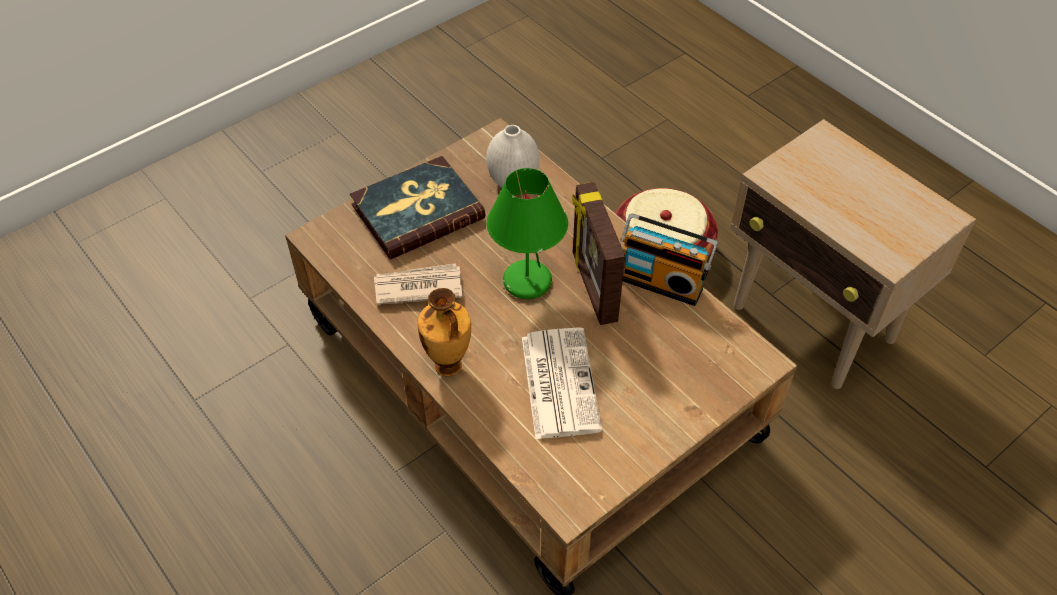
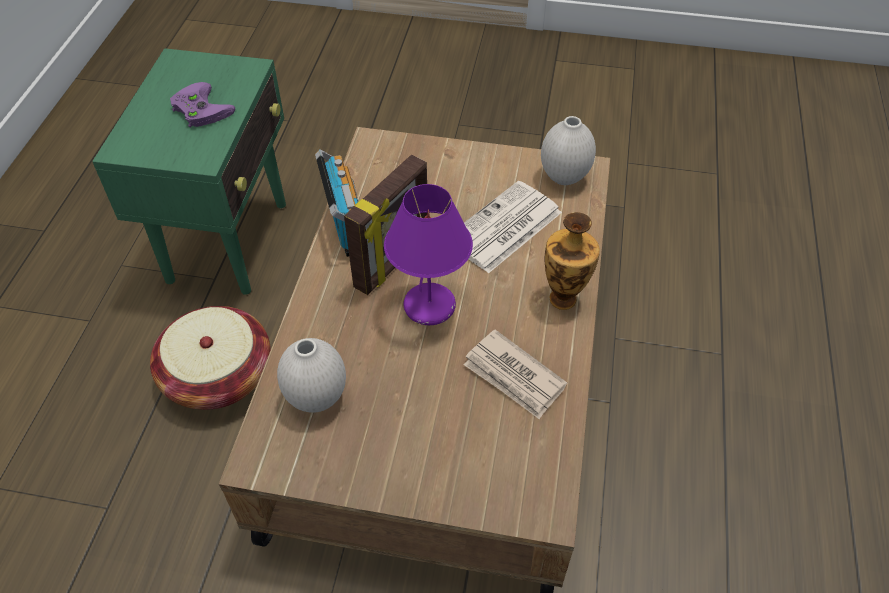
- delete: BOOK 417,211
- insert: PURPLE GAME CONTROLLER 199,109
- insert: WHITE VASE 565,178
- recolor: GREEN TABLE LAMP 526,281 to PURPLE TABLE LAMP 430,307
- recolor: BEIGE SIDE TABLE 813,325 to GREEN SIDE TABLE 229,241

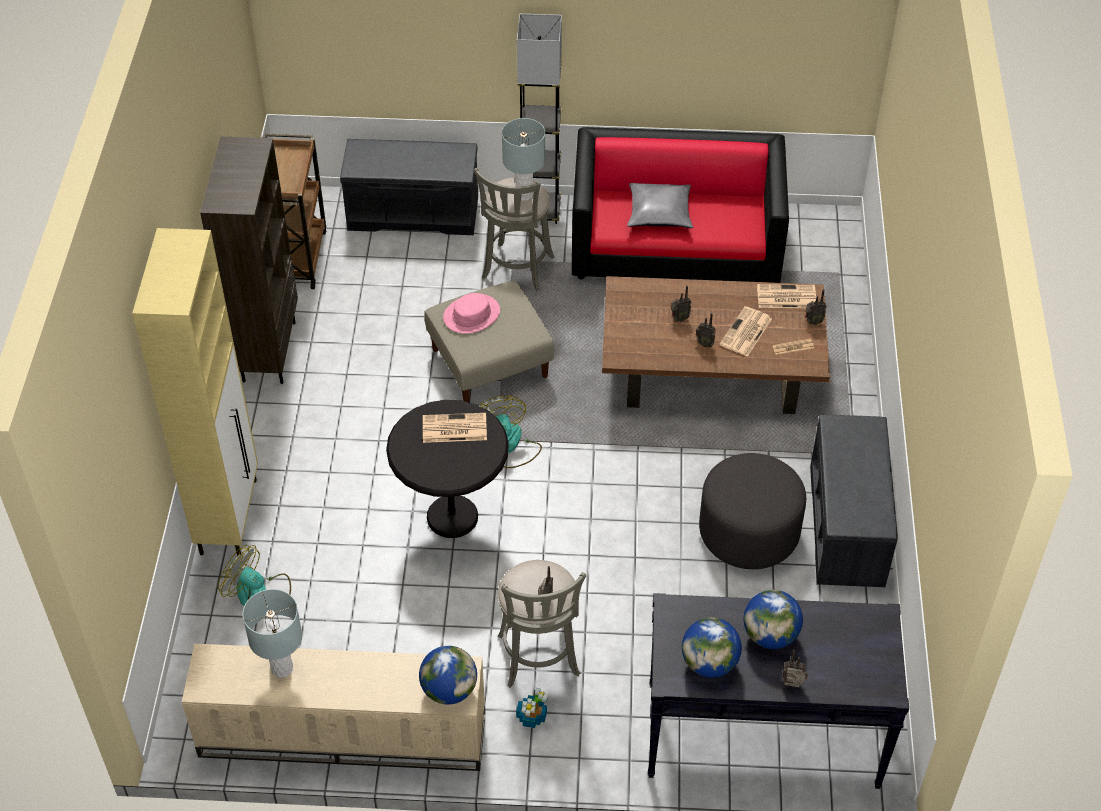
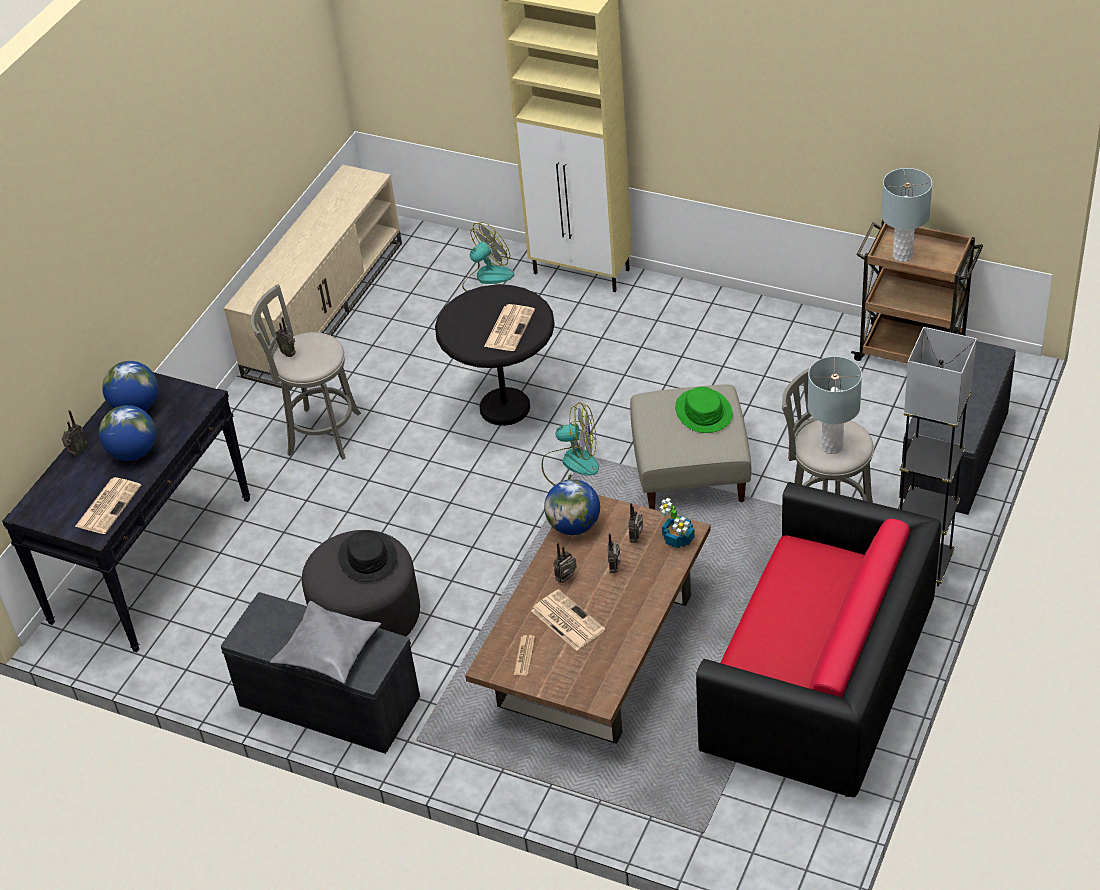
- delete: BROWN BOOKCASE 268,351
- insert: BLACK HAT 368,557
- move: GREY TABLE LAMP 281,668 to 902,255
- move: GLOBE 449,690 to 574,526
- move: POTTED PLANT 532,716 to 678,539
- move: GREY PILLOW 660,213 to 328,651
- move: NEWSPAPER 785,297 to 108,505
- move: RADIO 813,321 to 637,538
- recolor: PINK HAT 471,314 to GREEN HAT 704,412

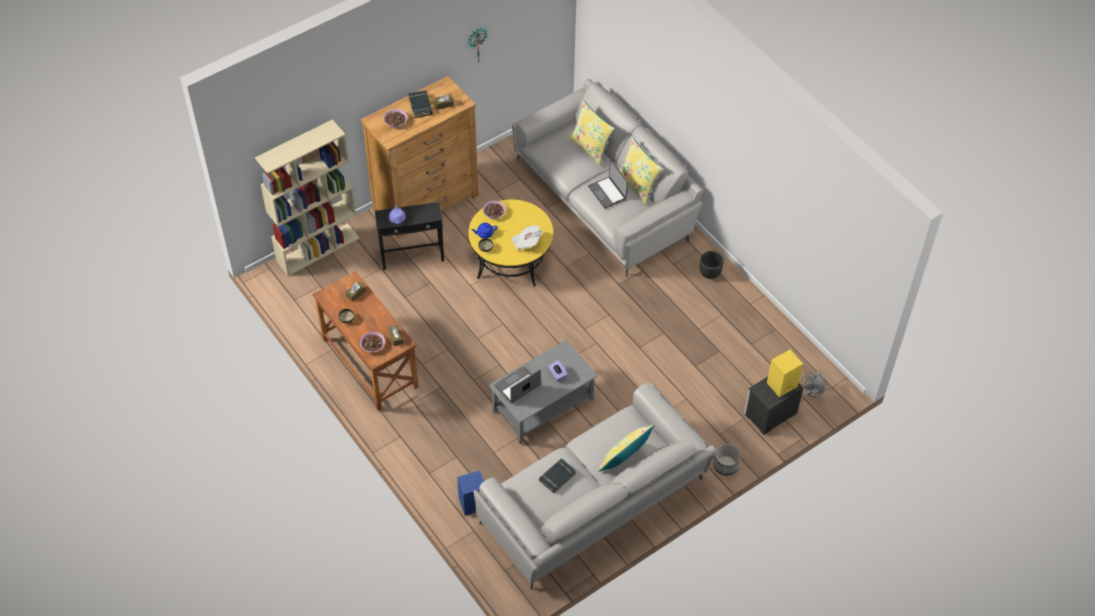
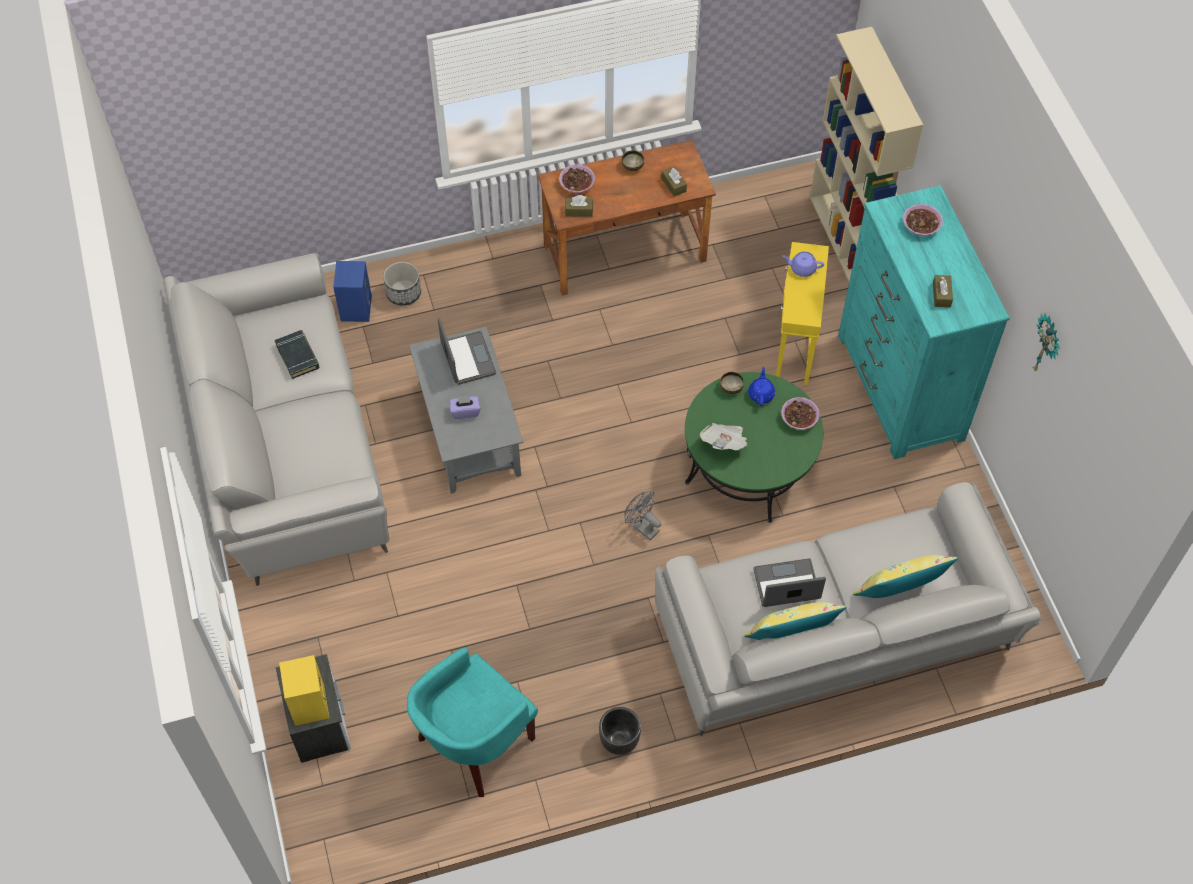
- delete: BLACK BOOK 420,106
- delete: YELLOW PILLOW 624,461
- insert: TURQUOISE ARMCHAIR 474,743
- move: PLANTER 725,465 to 403,293
- move: GREY FAN 813,392 to 642,527
- recolor: BROWN DRESSER 426,202 to TURQUOISE DRESSER 899,388
- recolor: BLACK SIDE TABLE 412,257 to YELLOW SIDE TABLE 794,344
- recolor: YELLOW COFFEE TABLE 511,259 to GREEN COFFEE TABLE 748,467

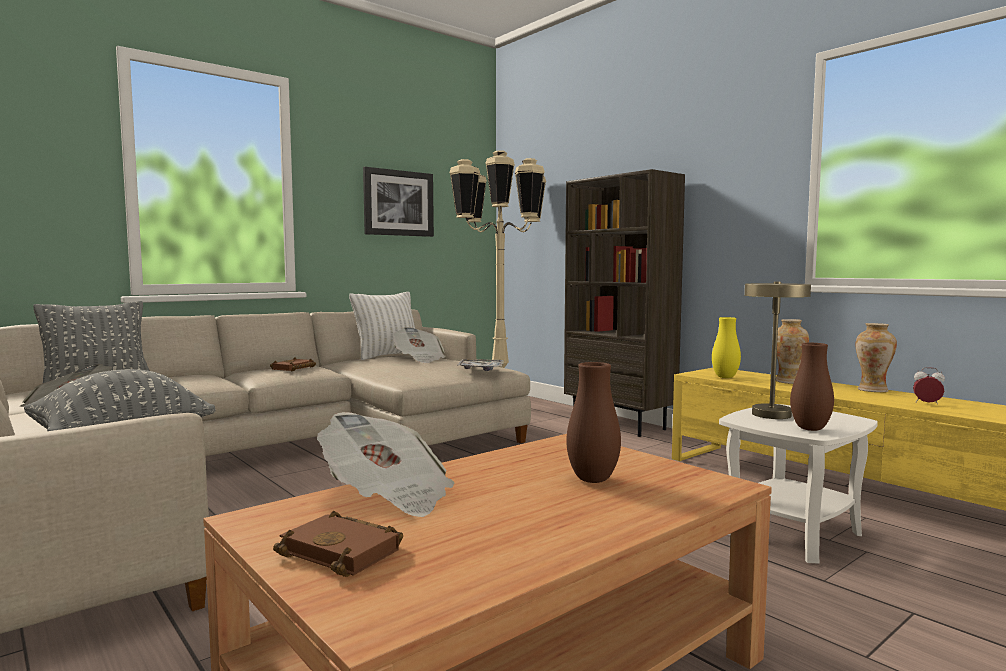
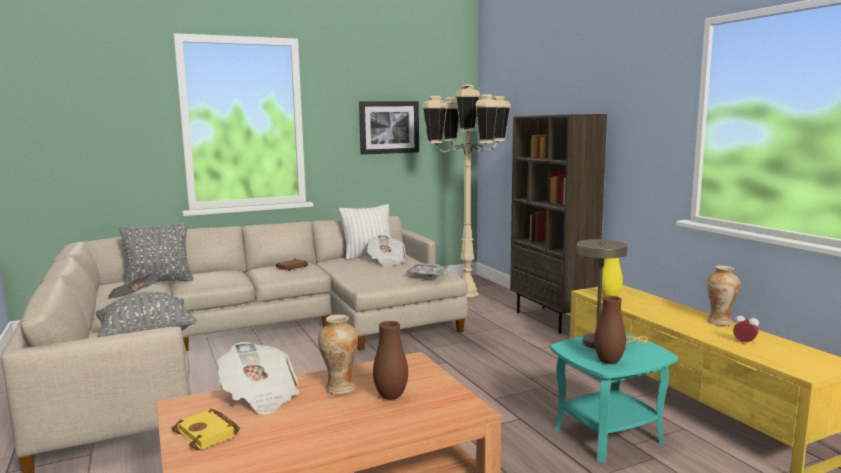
- move: VASE 788,381 to 340,388
- recolor: BROWN BOOK 345,552 to YELLOW BOOK 209,434
- recolor: WHITE SIDE TABLE 792,533 to TURQUOISE SIDE TABLE 608,435

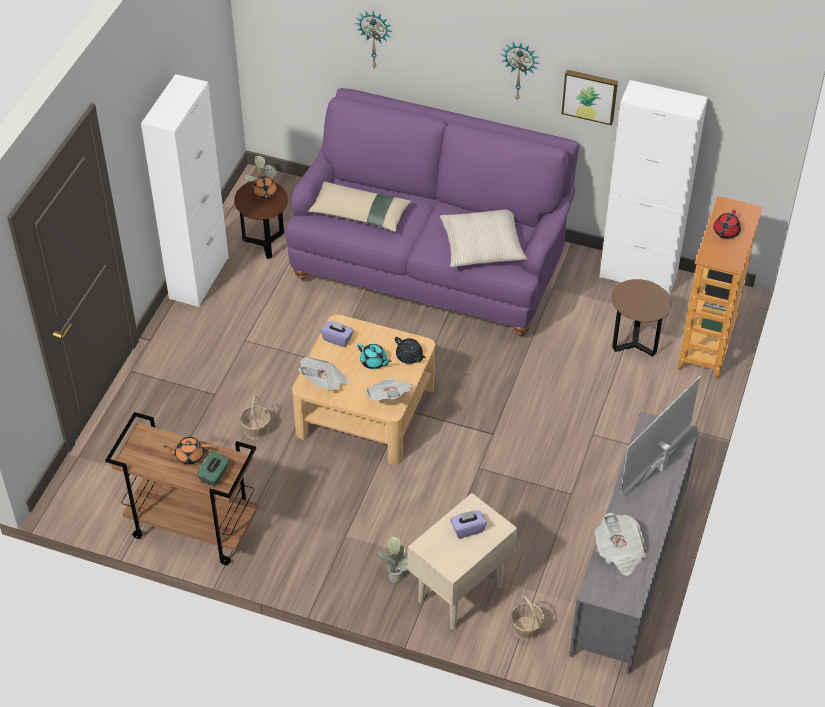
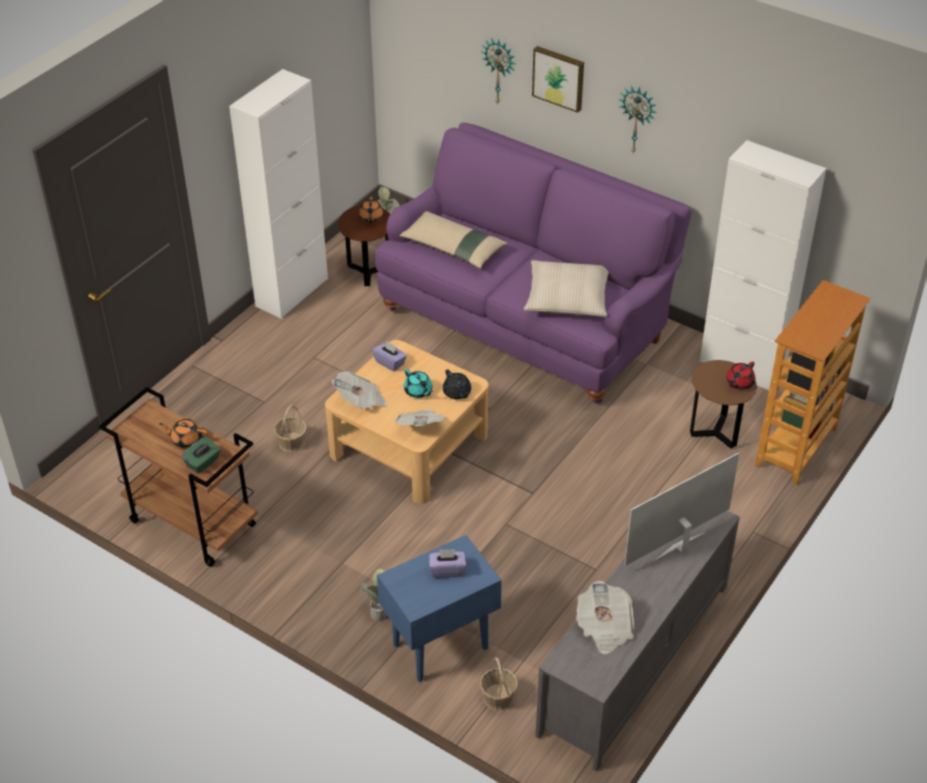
- move: PICTURE 590,95 to 559,77
- move: RED TEAPOT 725,232 to 739,383
- recolor: BEIGE SIDE TABLE 459,594 to BLUE SIDE TABLE 439,646

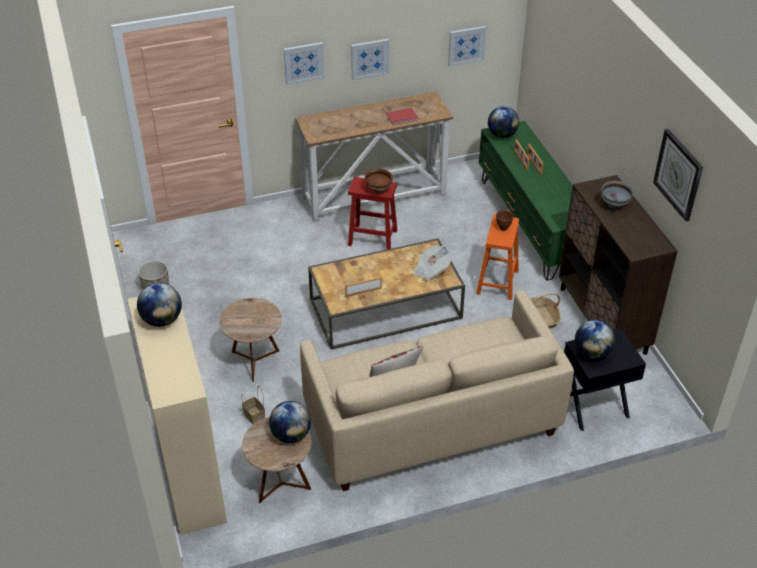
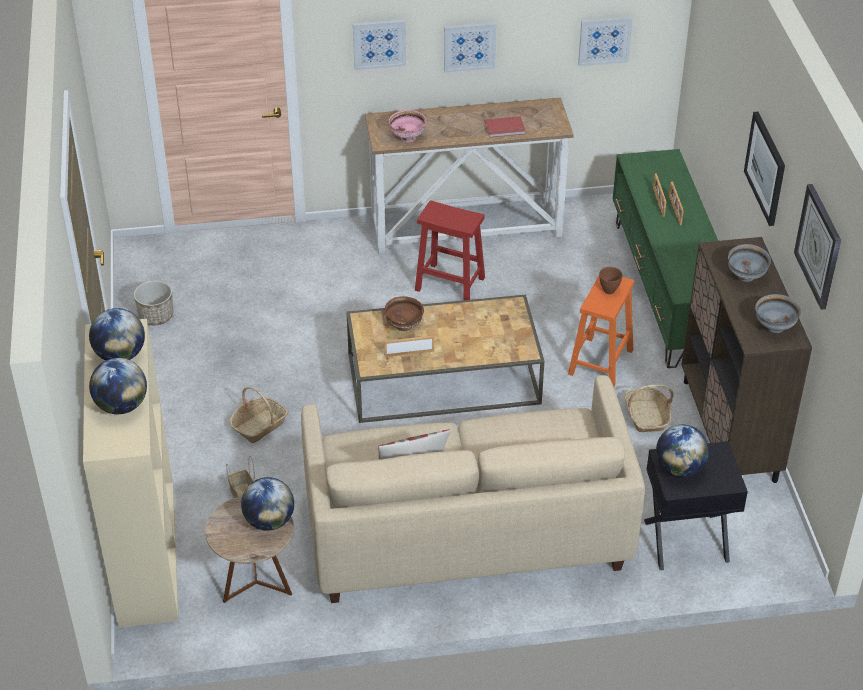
- delete: NEWSPAPER 430,270
- insert: PINK BOWL 407,138
- insert: PICTURE 766,168
- insert: GREY BOWL 774,327
- move: BROWN BOWL 378,189 to 404,326
- move: GLOBE 502,135 to 121,406
- replace: BROWN SIDE TABLE 255,361 to BASKET 259,425

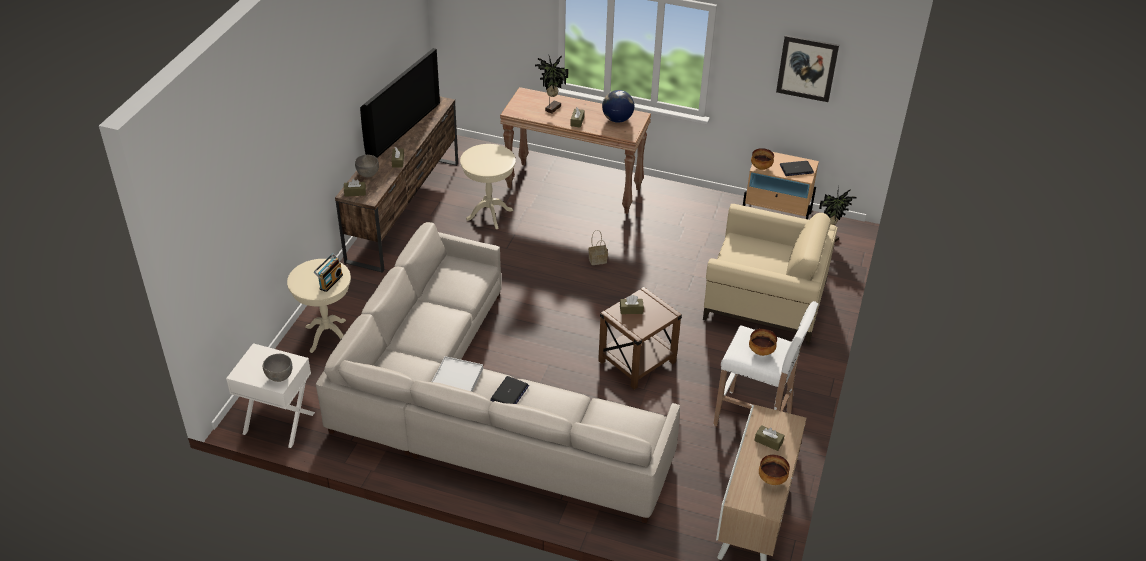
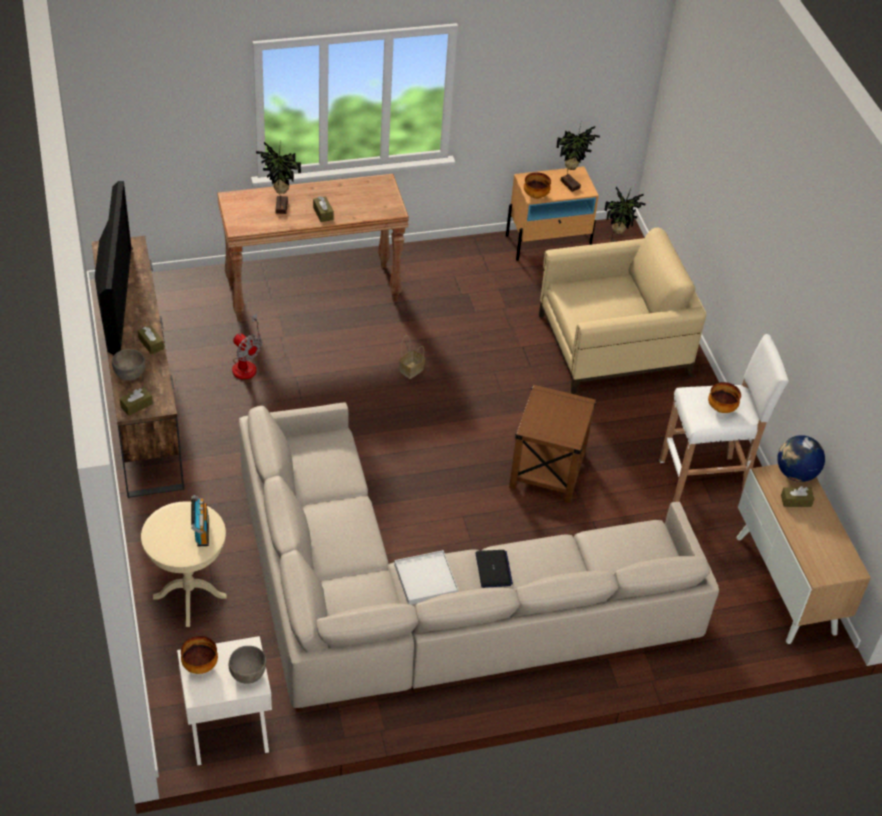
- delete: BROWN TISSUE BOX 631,310
- delete: PICTURE 807,68
- move: GLOBE 617,119 to 795,473
- move: BOWL 772,479 to 200,665
- replace: BEIGE SIDE TABLE 489,214 to FAN 246,364
- replace: LAPTOP 796,169 to POTTED PLANT 571,184

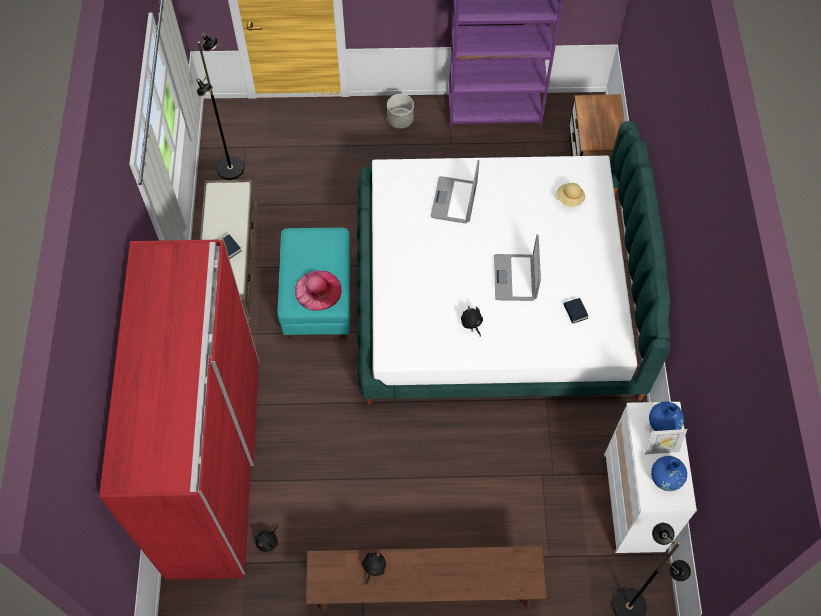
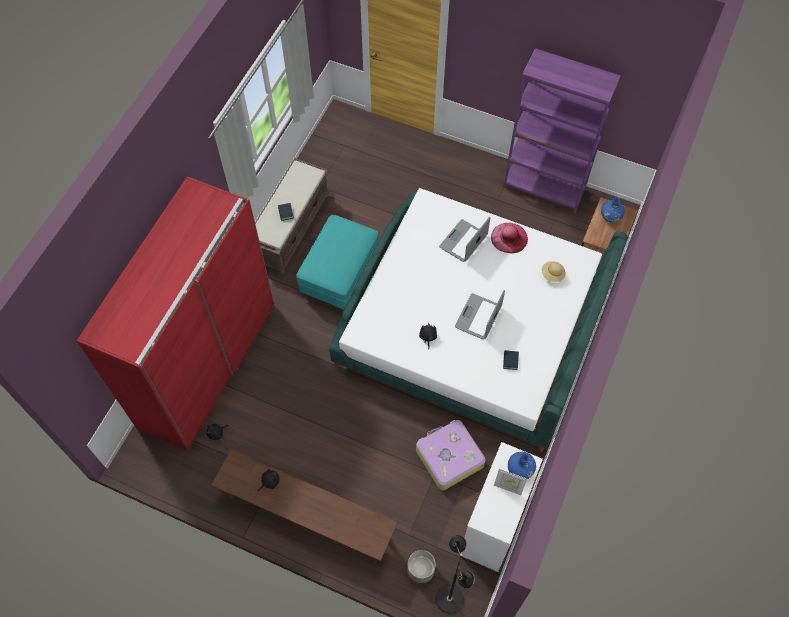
- delete: BLACK FLOOR LAMP 231,168
- insert: SUITCASE 448,457
- move: PINK HAT 318,290 to 509,237
- move: GREY PLANTER 400,120 to 421,570
- move: BLUE VASE 665,478 to 610,216

